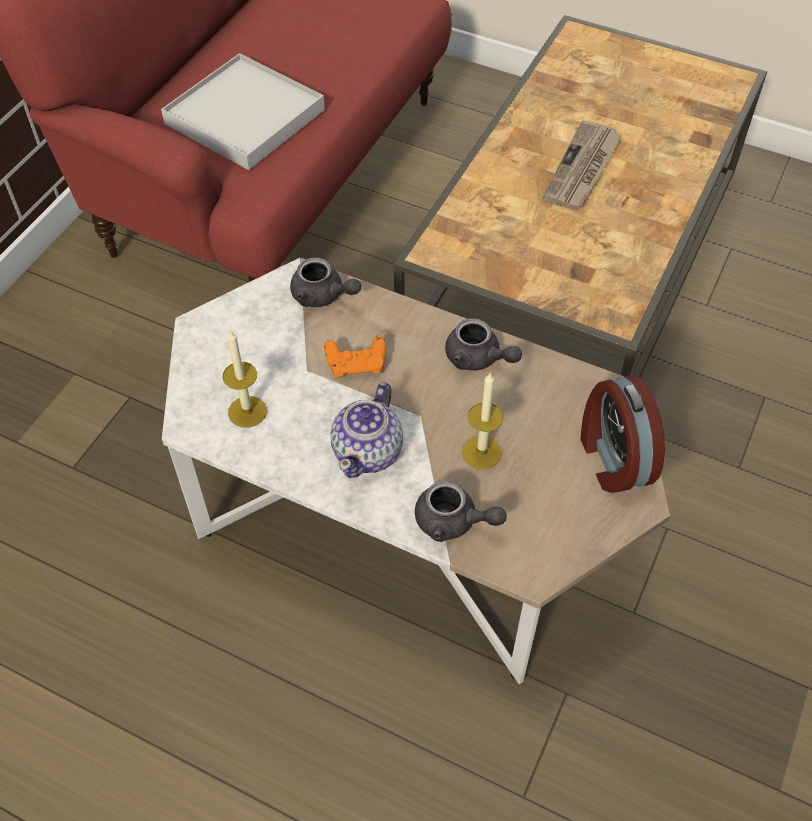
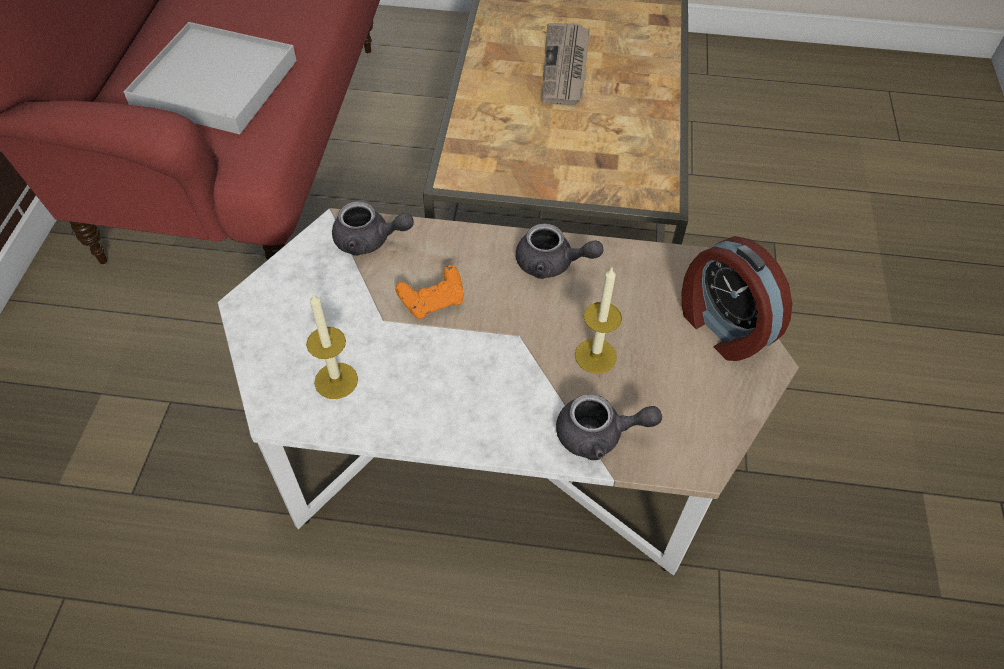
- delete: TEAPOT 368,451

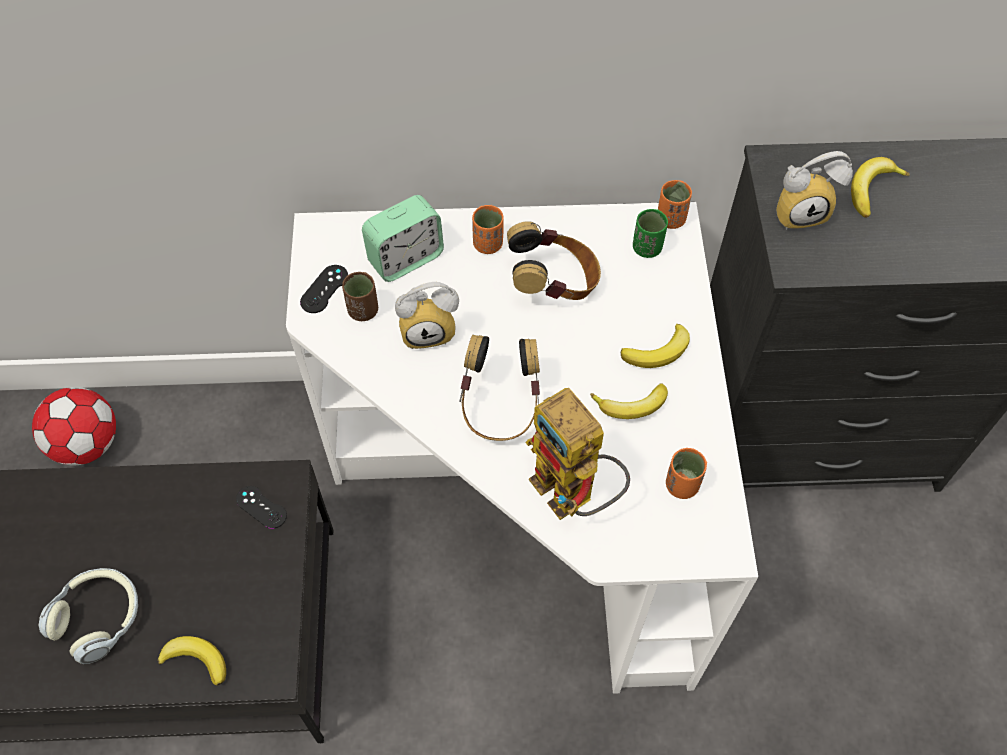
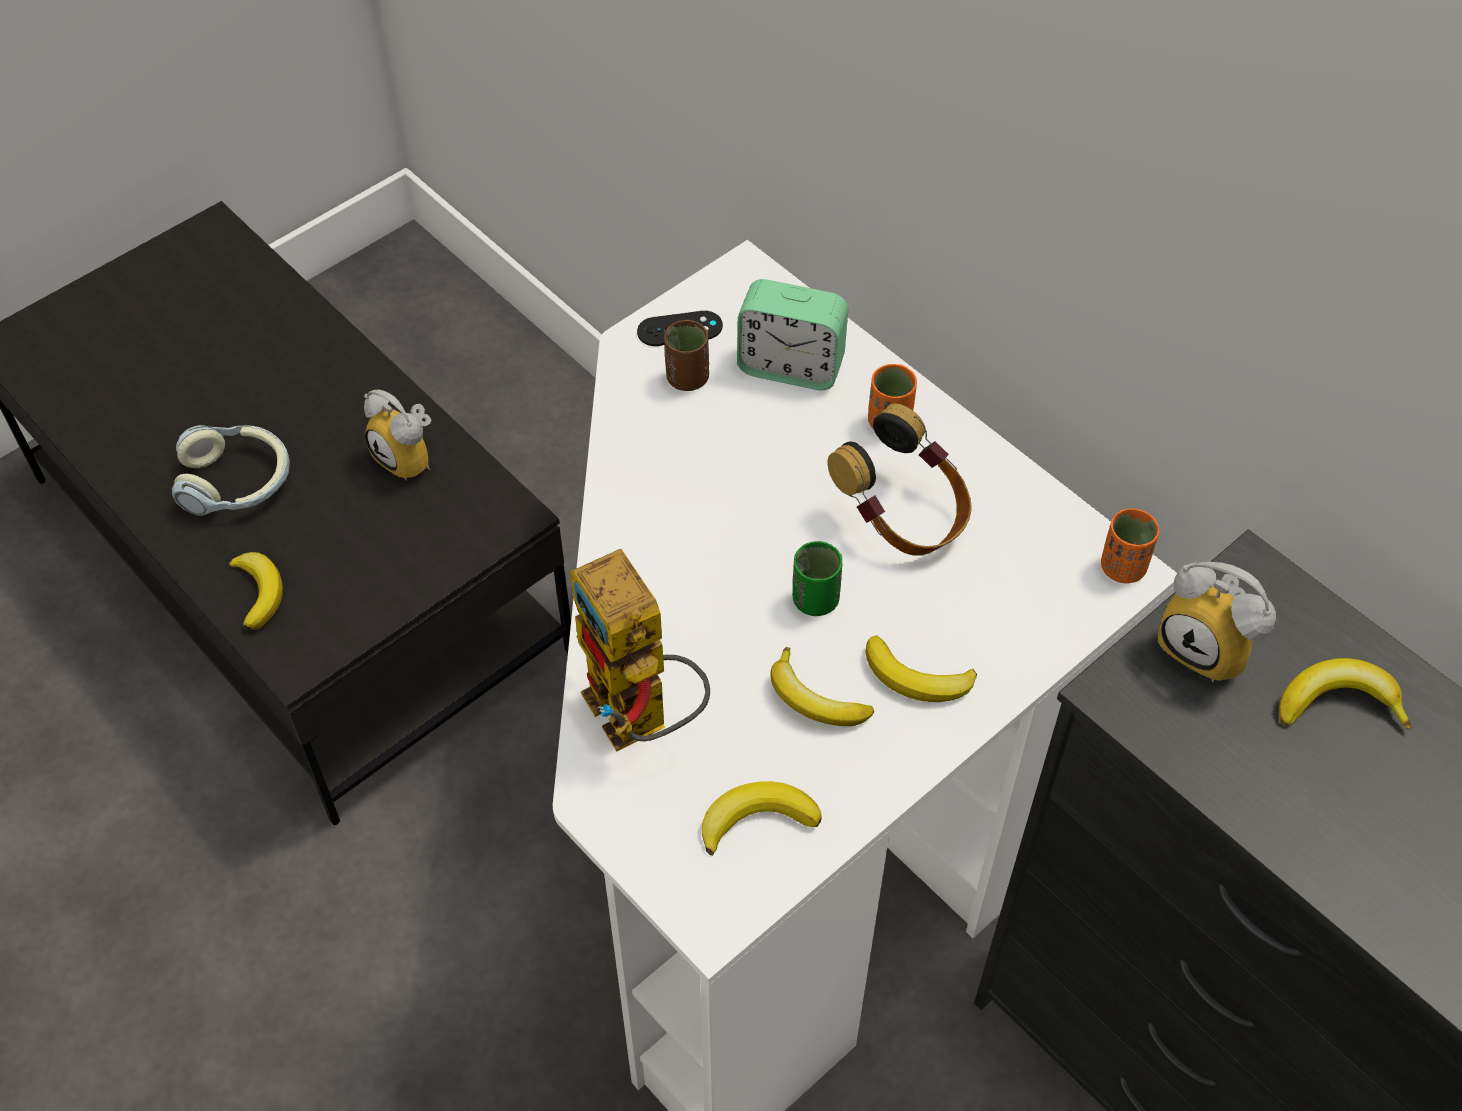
- delete: FOOTBALL 87,444
- delete: BLACK GAME CONTROLLER 261,507
- delete: HEADPHONES 500,408
- move: ALARM CLOCK 429,330 to 411,458
- move: GREEN CUP 647,248 to 815,600
- replace: ORANGE CUP 681,485 to BANANA 757,819
- rotate: TOY ROBOT 573,496 = 641,721 45 degrees counterclockwise

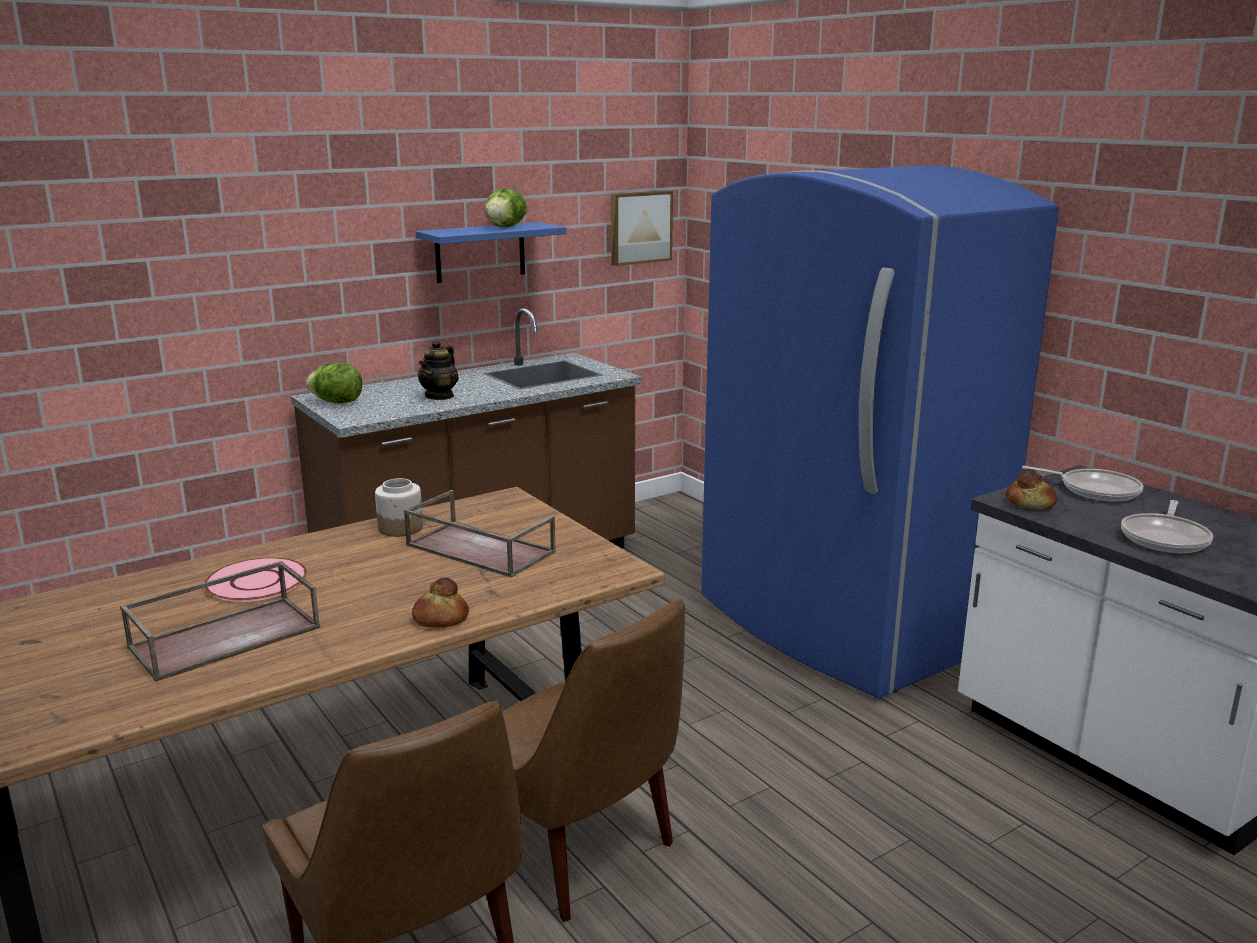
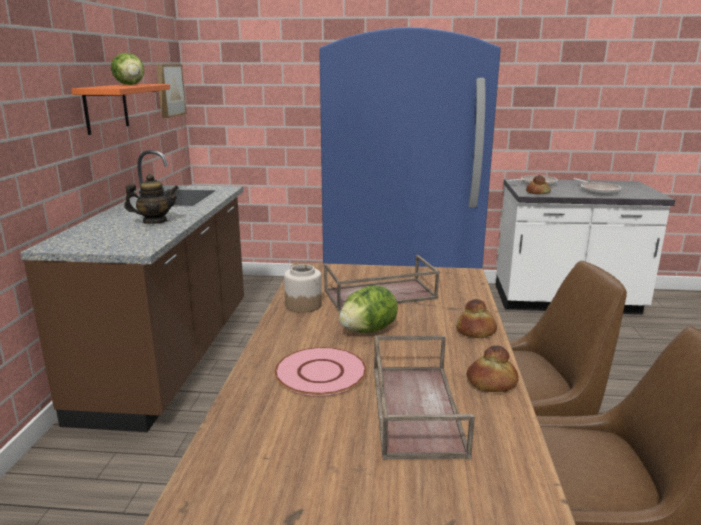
- insert: BREAD 491,382
- move: LETTUCE 337,402 to 368,330
- recolor: BLUE SHELF 480,252 to ORANGE SHELF 106,108
- rotate: TEAPOT 440,396 = 155,222 75 degrees counterclockwise

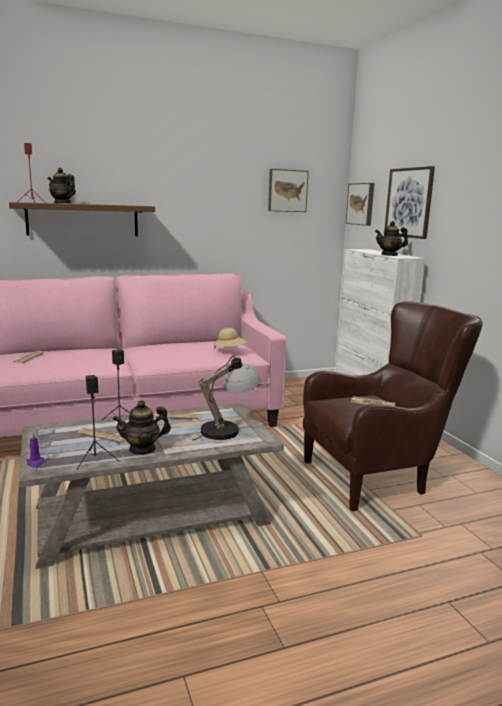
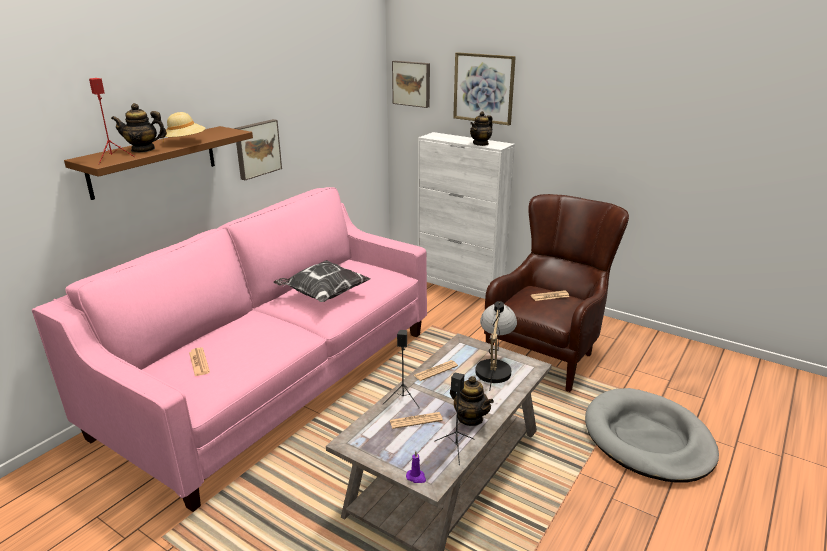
- insert: PILLOW 323,295
- insert: GREY DOG BED 647,439
- move: BEIGE HAT 229,351 to 185,142
- move: PICTURE 287,191 to 257,148
- rotate: TEAPOT 142,449 = 470,418 75 degrees counterclockwise

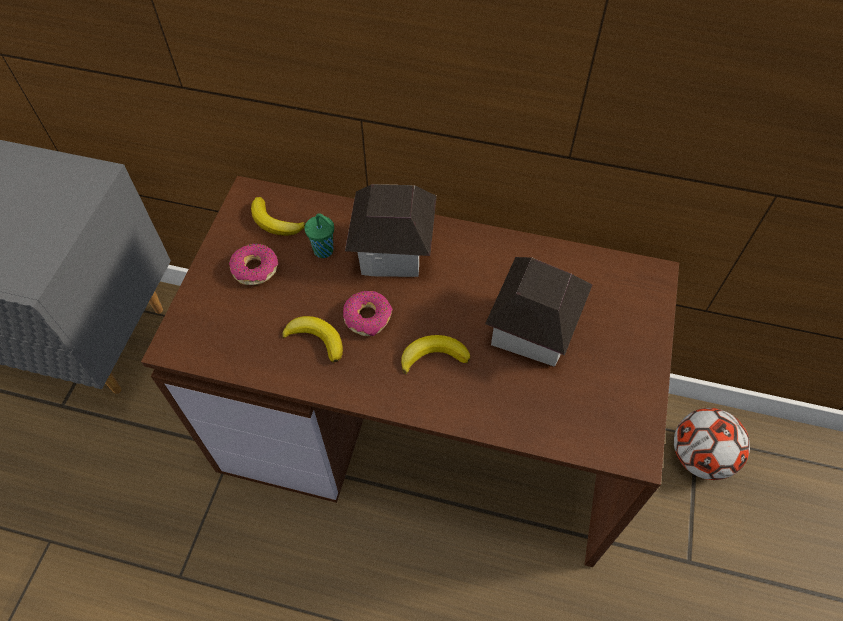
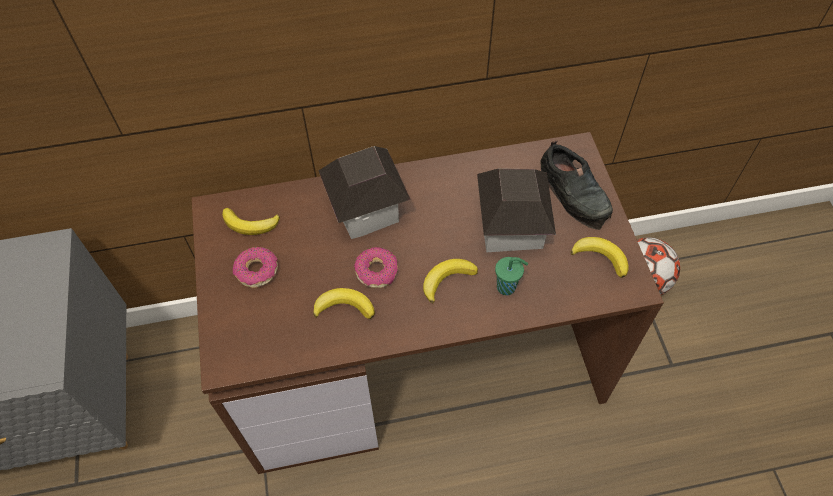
- insert: BLACK SHOE 574,192
- insert: BANANA 601,257
- move: GREEN CUP 324,251 to 507,287

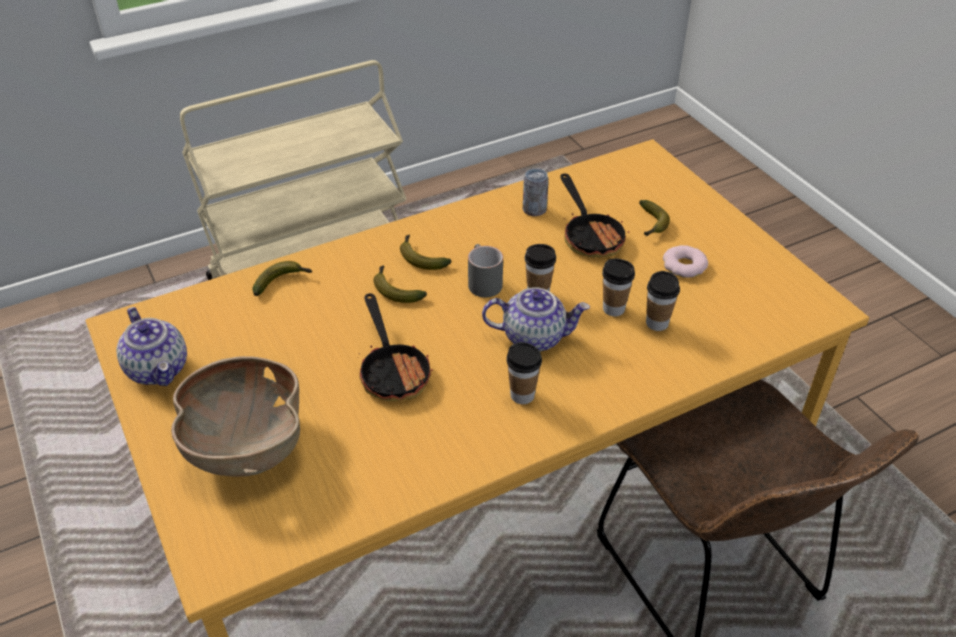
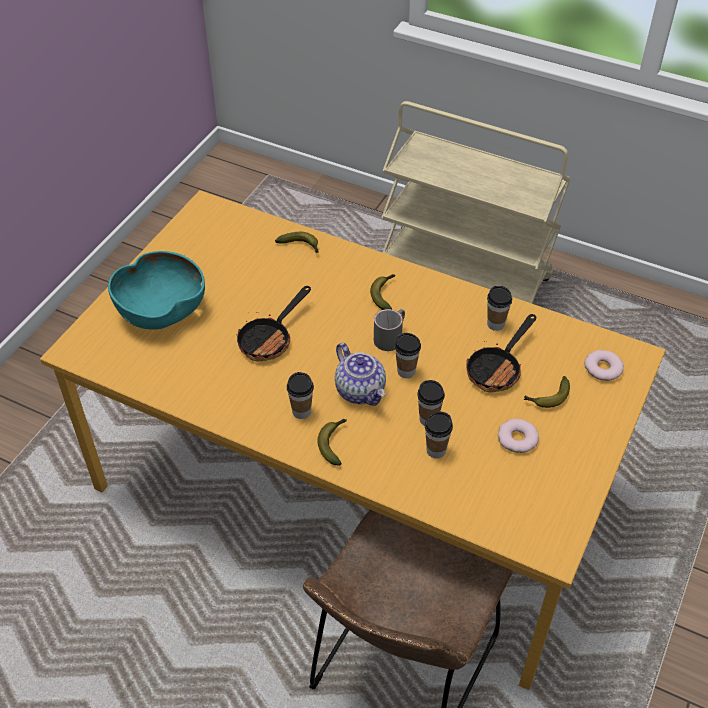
- delete: TEAPOT 159,369
- insert: DONUT 602,368
- move: BANANA 395,290 to 334,443
- replace: CAN 534,209 to CUP 495,324
- recolor: BROWN BOWL 245,445 to TURQUOISE BOWL 161,311

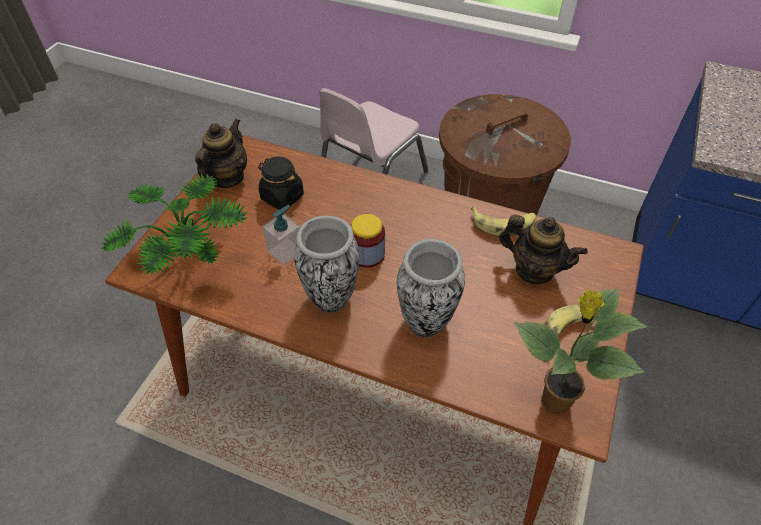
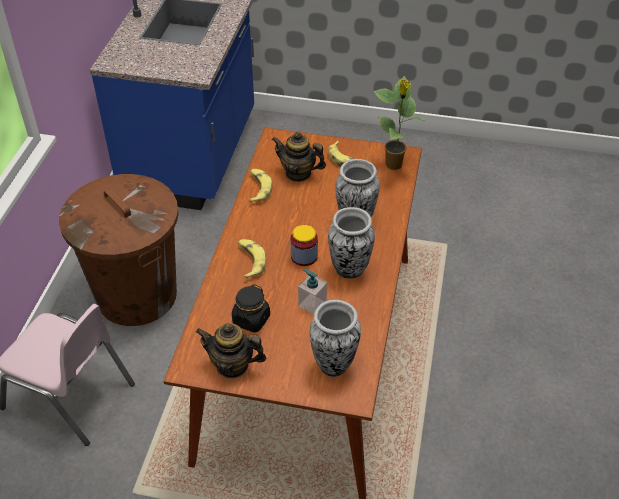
- insert: BANANA 250,261
- replace: POTTED PLANT 189,258 to VASE 334,365
- rotate: TEAPOT 534,270 = 298,173 90 degrees counterclockwise

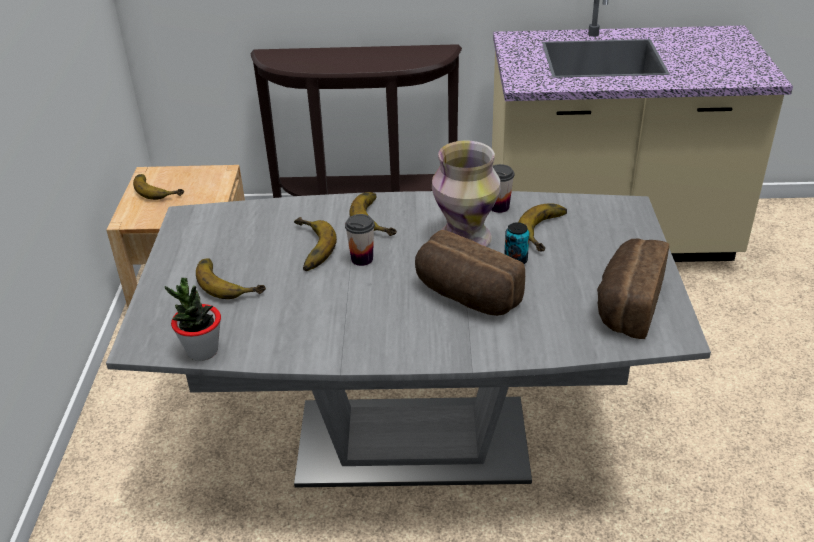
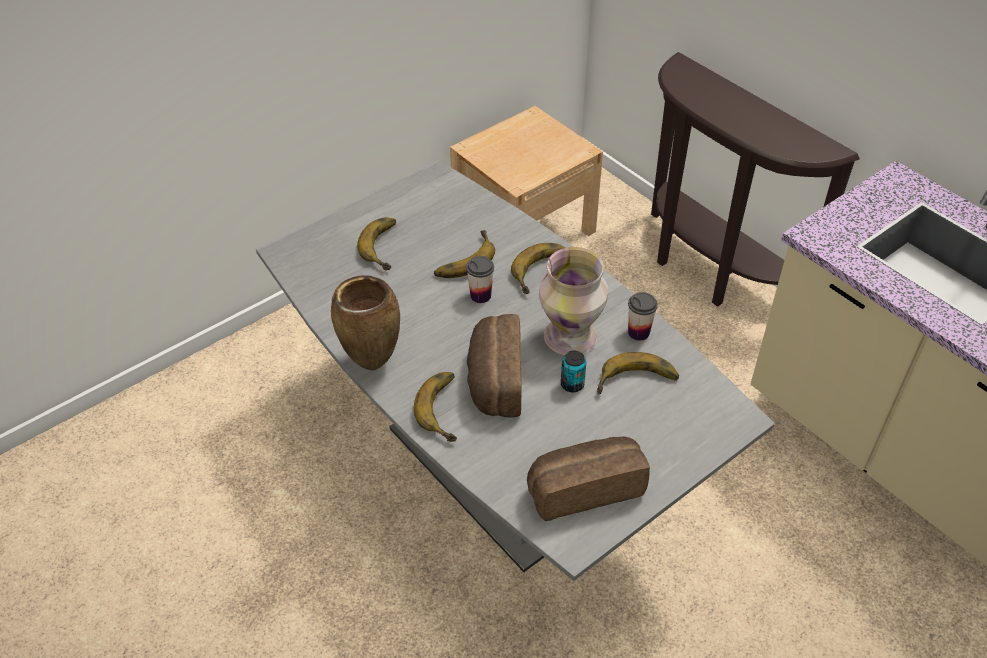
- delete: POTTED PLANT 202,351
- insert: BROWN VASE 372,365
- move: BANANA 158,188 to 447,408

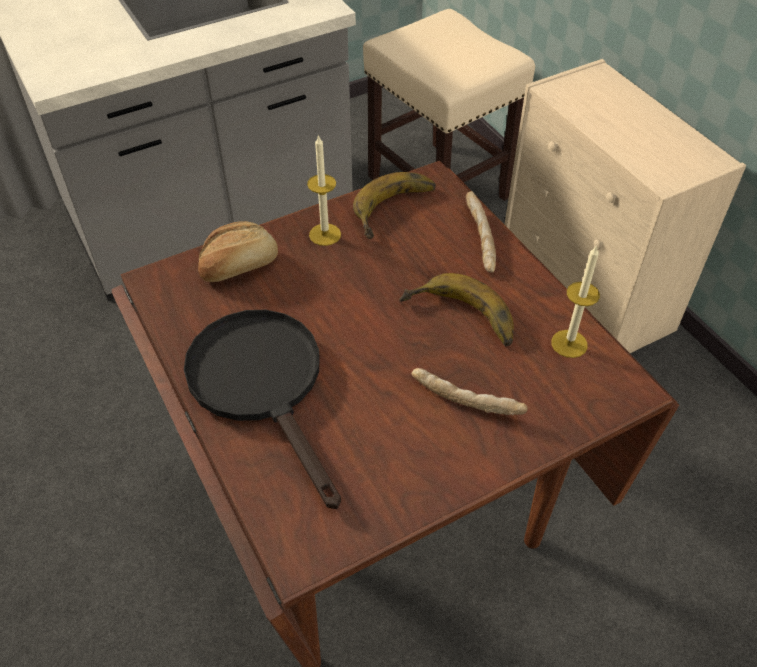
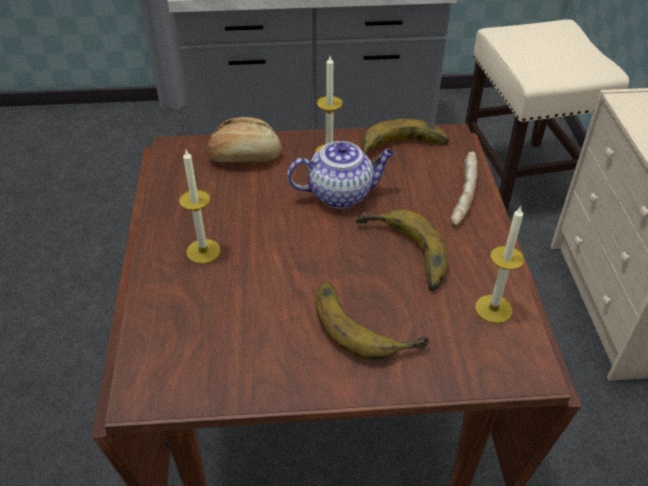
- insert: TEAPOT 341,194
- replace: BLACK FRYING PAN 264,385 to CANDLE 203,251
- replace: BREAD 467,398 to BANANA 366,321

